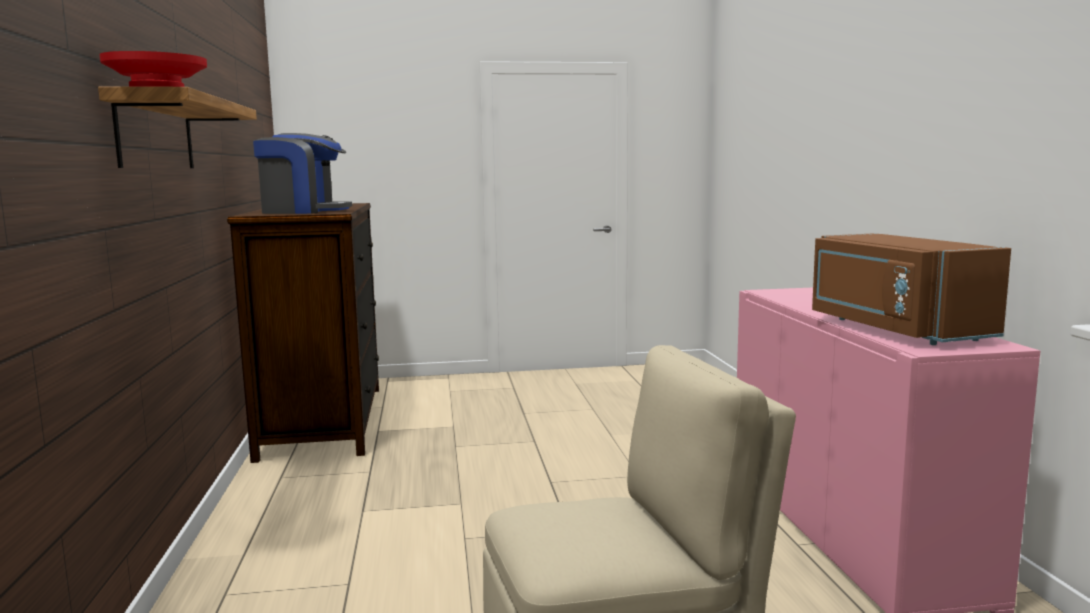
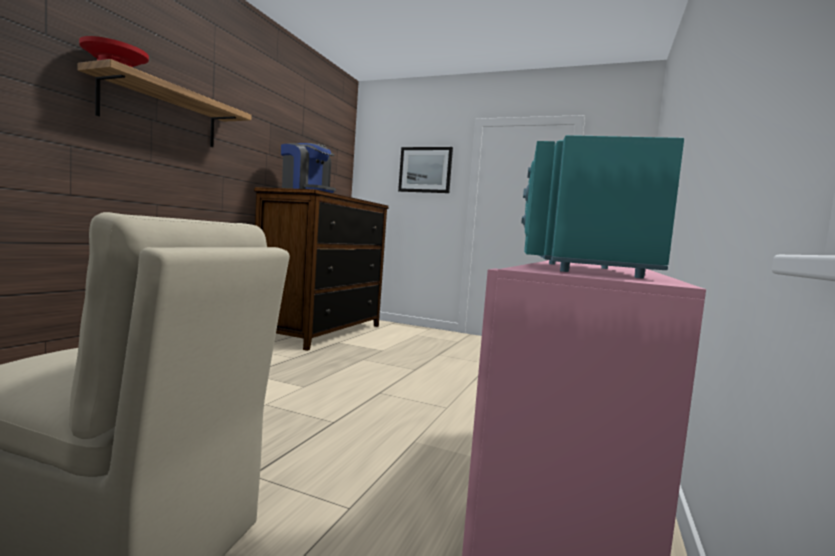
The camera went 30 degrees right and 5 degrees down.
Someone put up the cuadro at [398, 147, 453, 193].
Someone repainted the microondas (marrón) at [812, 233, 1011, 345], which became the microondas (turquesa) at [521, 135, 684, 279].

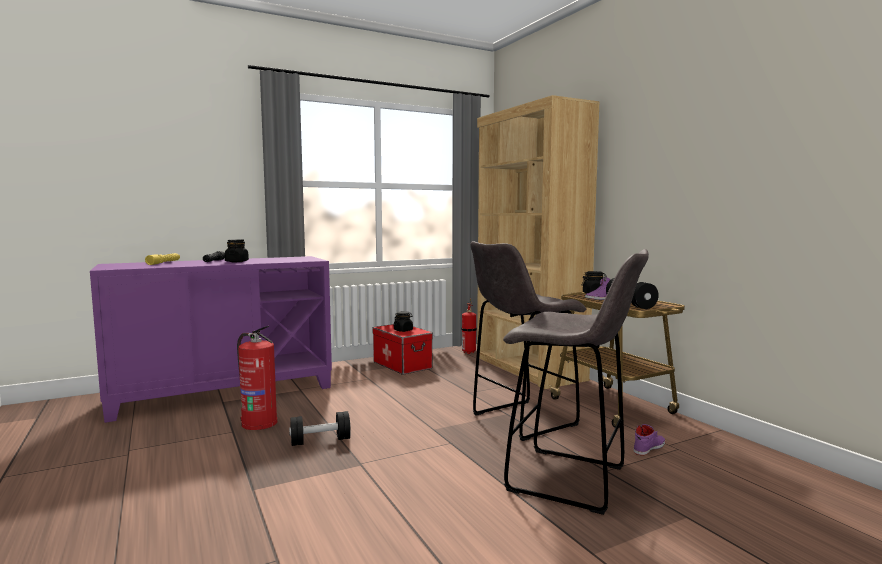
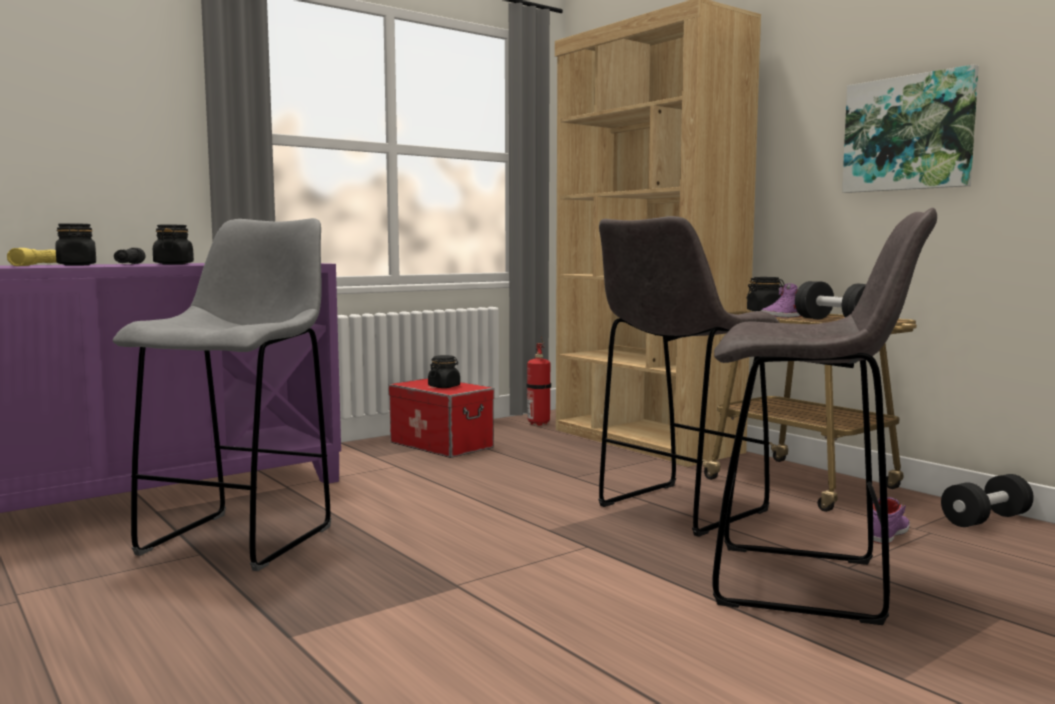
The camera went 10 degrees left and 0 degrees up.
Someone put down the tarro (negro) at [55, 223, 96, 266].
Someone swapped the extintor at [237, 326, 277, 430] for the taburete (gris) at [113, 218, 331, 571].
Someone put up the cuadro at [842, 64, 979, 193].
Someone carried the mancuerna (negro) from [289, 411, 351, 446] to [941, 474, 1034, 527].

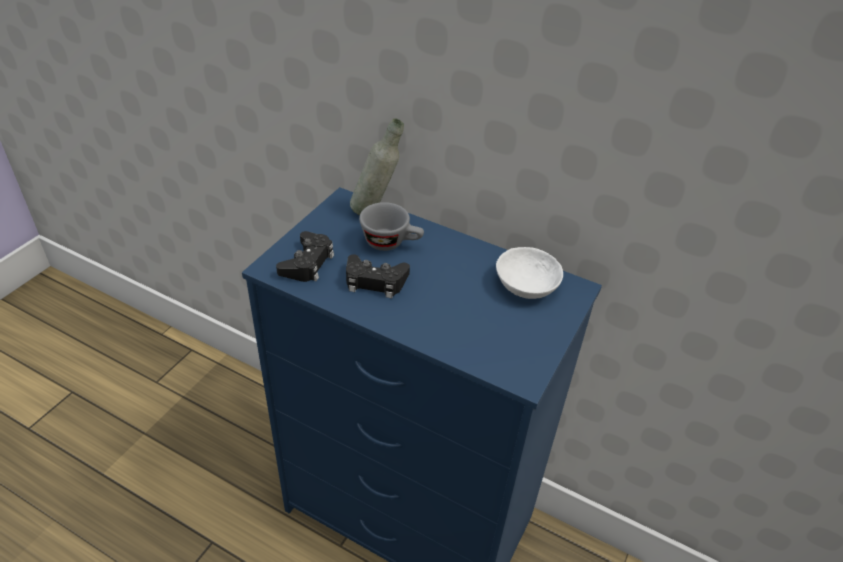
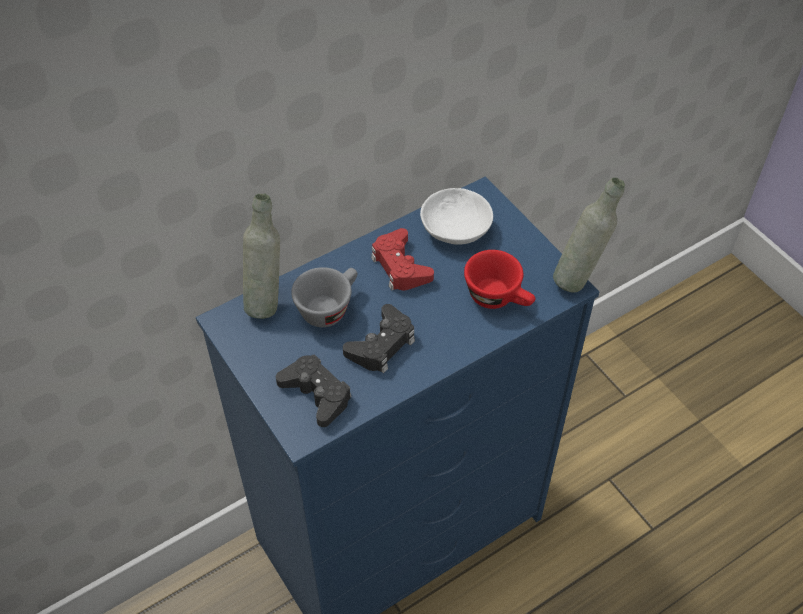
The camera went 60 degrees left and 10 degrees up.
Someone put down the mando de consola (rojo) at [371, 228, 434, 290].
Someone put down the taza (rojo) at [464, 250, 536, 309].
Someone put down the botella (gris) at [553, 177, 625, 293].

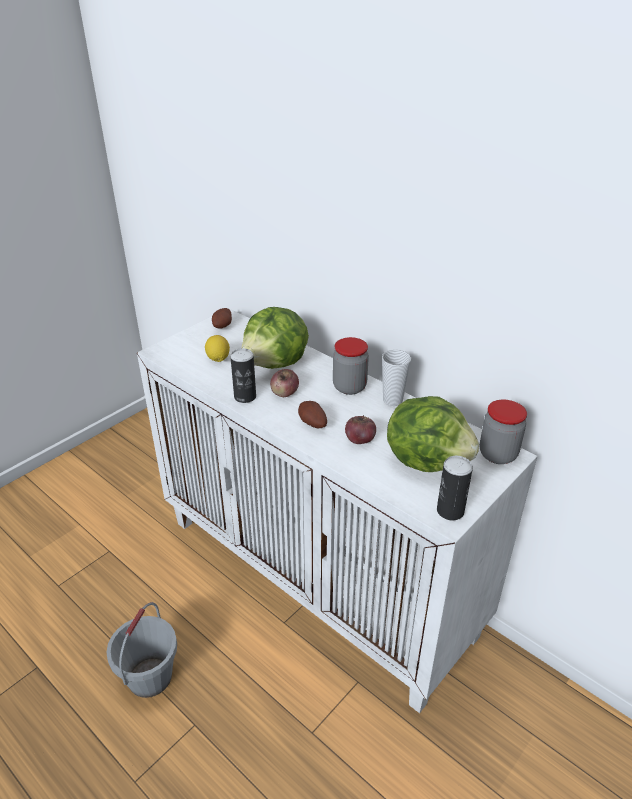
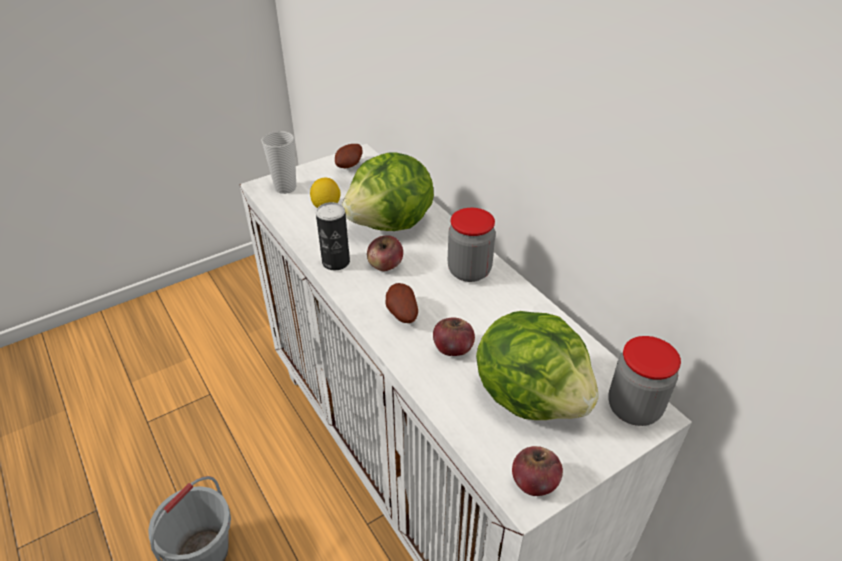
The camera went 15 degrees right and 5 degrees up.
Someone carried the taza from [382, 350, 411, 406] to [262, 131, 296, 194].
Someone swapped the lata at [437, 456, 473, 520] for the manzana at [512, 446, 563, 496].

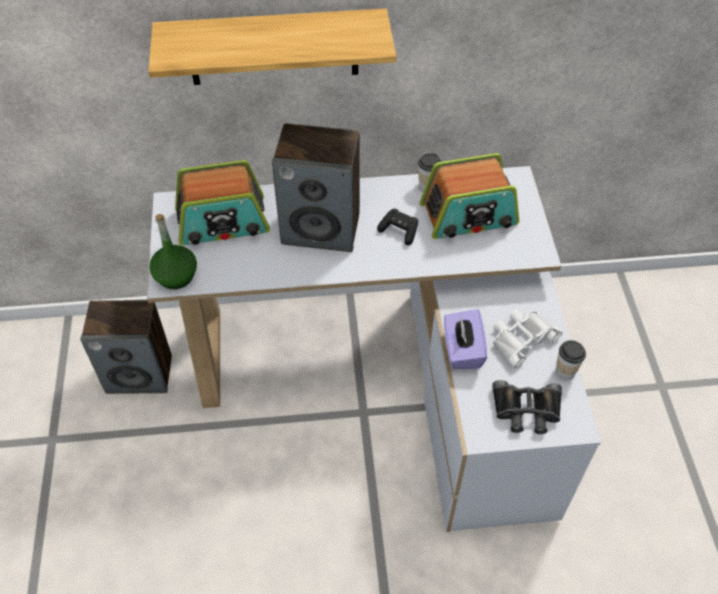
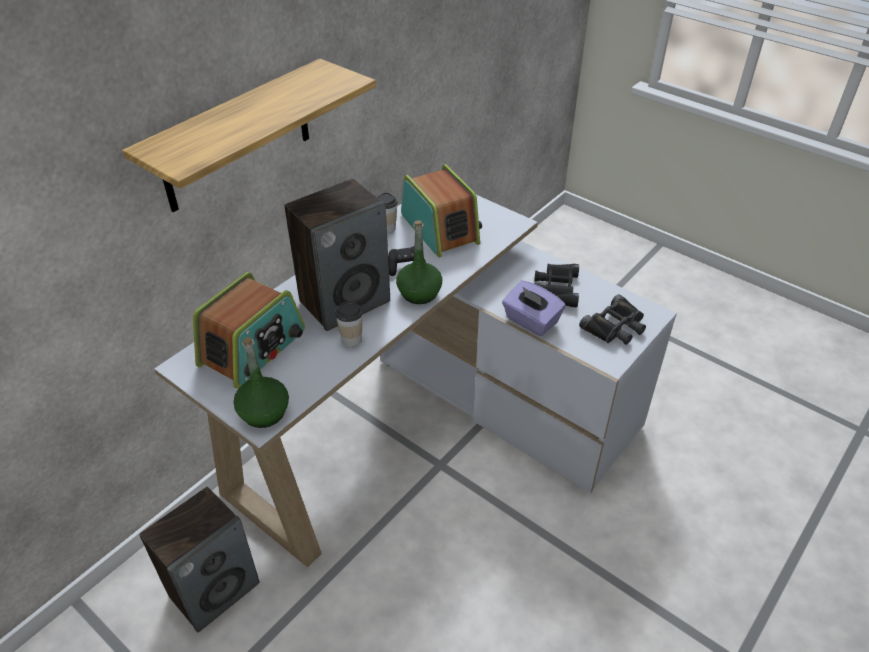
The camera went 45 degrees left and 10 degrees down.
Someone carried the taza from [556, 340, 586, 380] to [335, 302, 363, 347].
Someone put down the botella (verde) at [396, 221, 442, 304].
Someone rotated the radio at [420, 153, 519, 239] by 60 degrees counterclockwise.
Someone repainted the prismáticos (blanco) at [493, 309, 562, 368], which became the prismáticos (negro) at [534, 264, 579, 308].

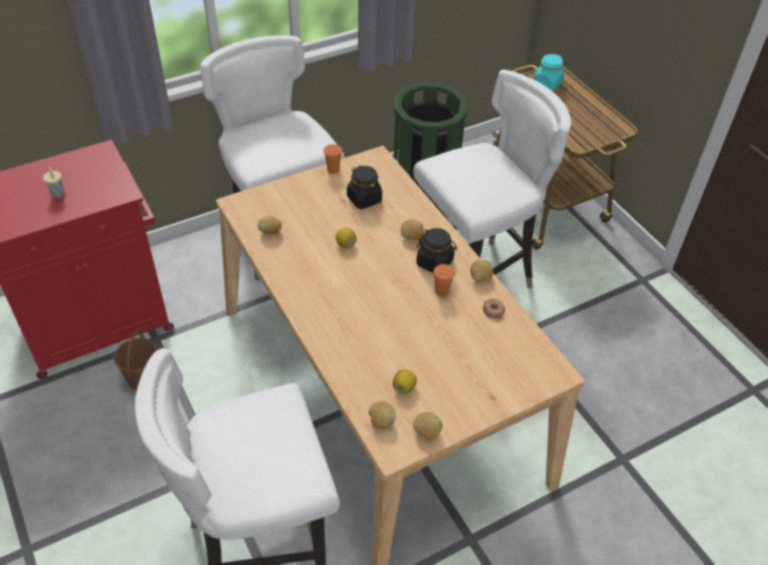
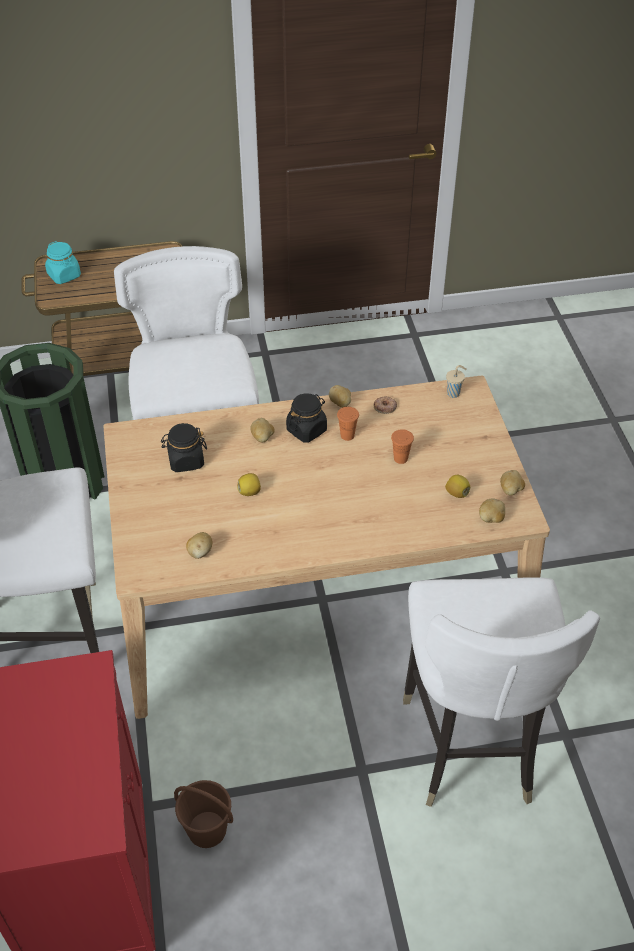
The camera went 70 degrees left and 0 degrees up.
Someone carried the taza (naranja) from [324, 144, 342, 174] to [391, 429, 414, 464].
Someone carried the taza (beis) from [43, 167, 64, 198] to [446, 365, 467, 398].

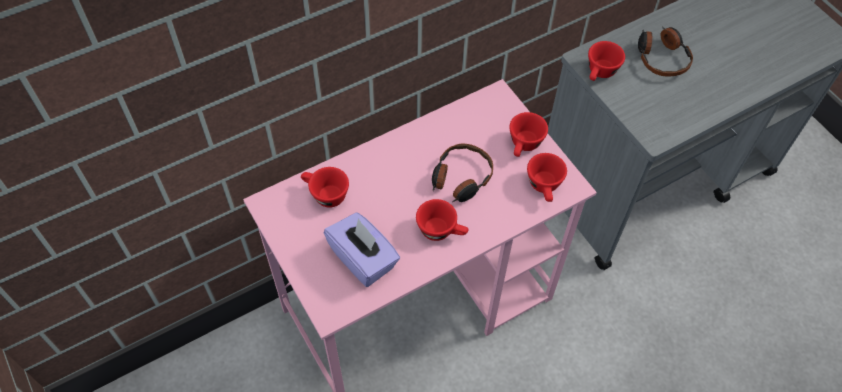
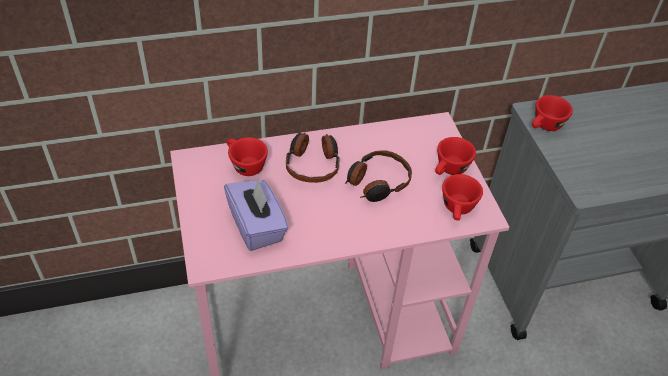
The camera went 15 degrees right and 10 degrees down.
Someone carried the auriculares from [638, 27, 693, 77] to [286, 132, 340, 183].
Someone took away the taza (rojo) at [416, 199, 468, 241].

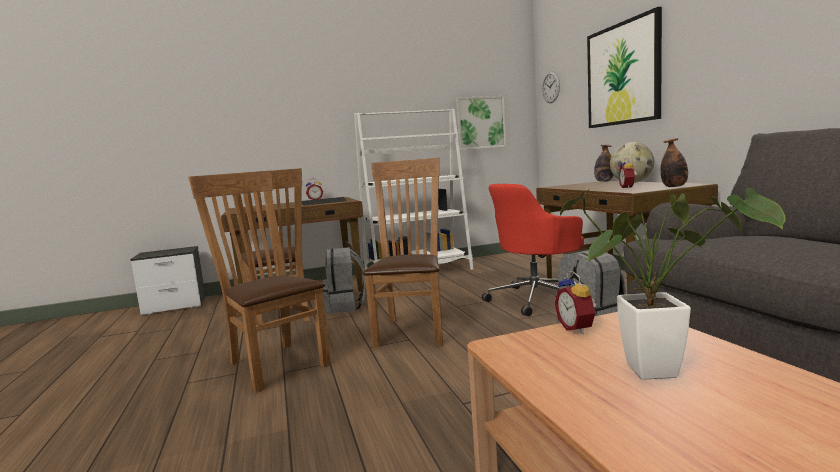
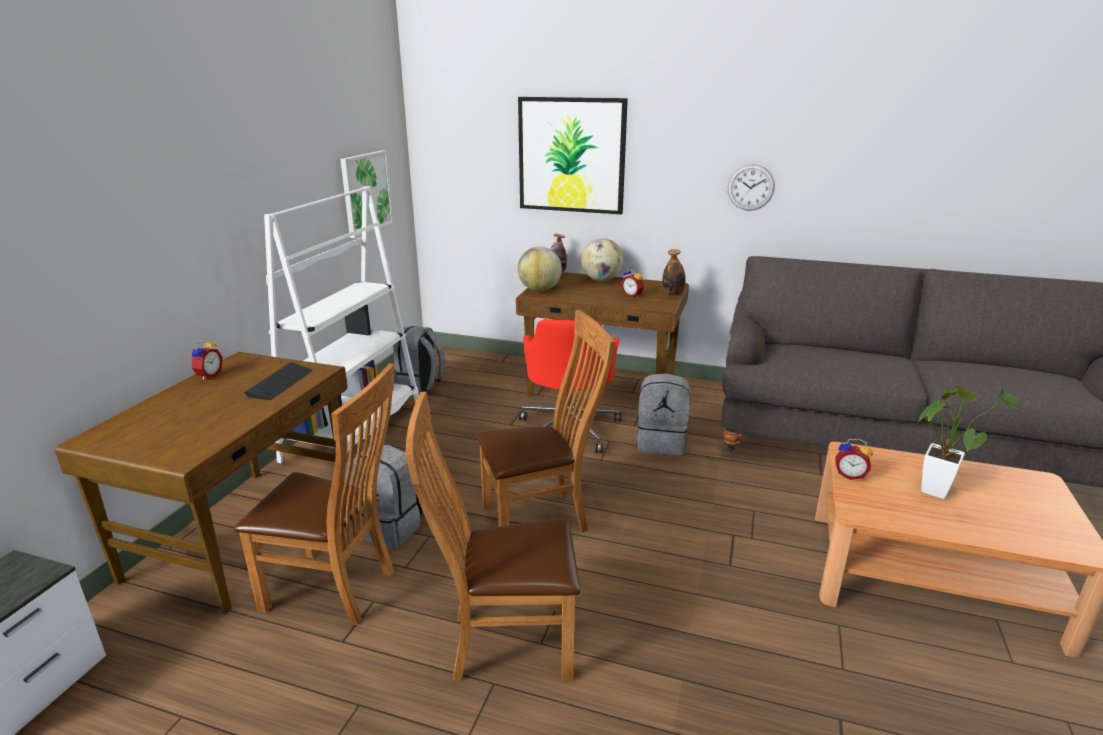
The camera went 55 degrees left and 15 degrees up.
Someone put down the mochila (gris) at [393, 326, 445, 395].
Someone rotated the silla (marrón) at [363, 158, 443, 348] by 120 degrees clockwise.
Someone put down the globo terráqueo at [517, 247, 562, 291].
Someone carried the reloj de pared from [542, 71, 560, 103] to [728, 164, 775, 211].

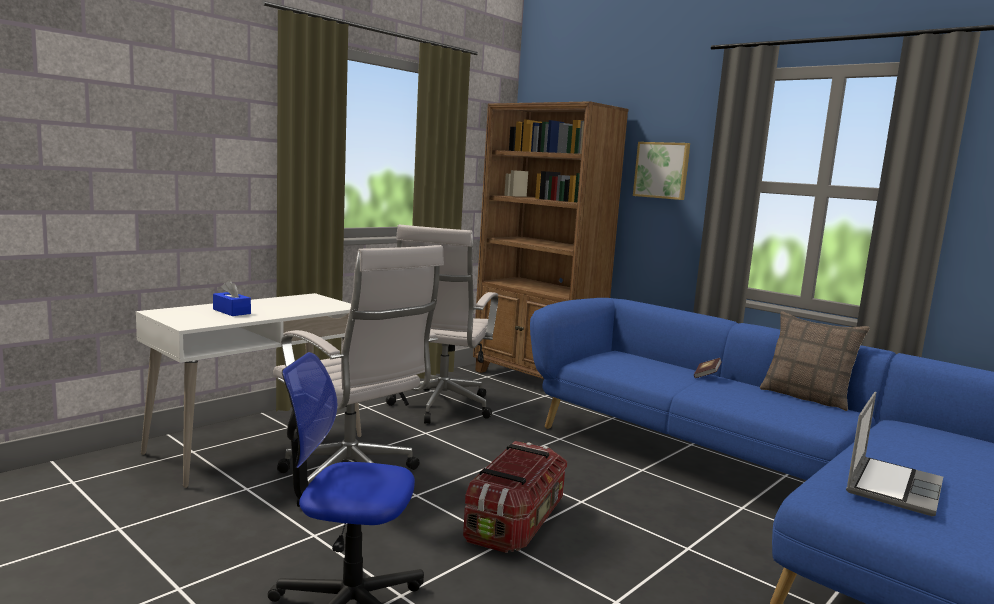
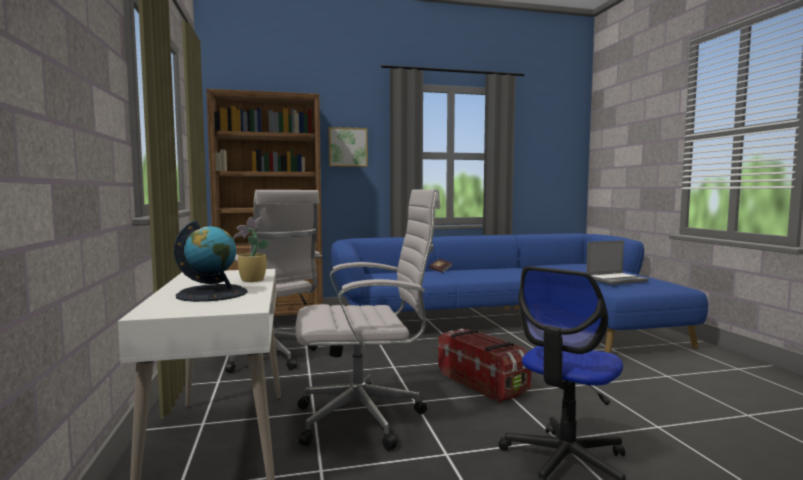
The camera went 55 degrees left and 5 degrees down.
Someone swapped the caja de pañuelos (azul) at [213, 280, 251, 316] for the globo terráqueo at [174, 220, 247, 302].
Someone put down the planta en maceta at [233, 217, 271, 282].
Someone rotated the portátil at [846, 392, 943, 516] by 90 degrees clockwise.
Someone took away the cojín at [760, 311, 870, 411].

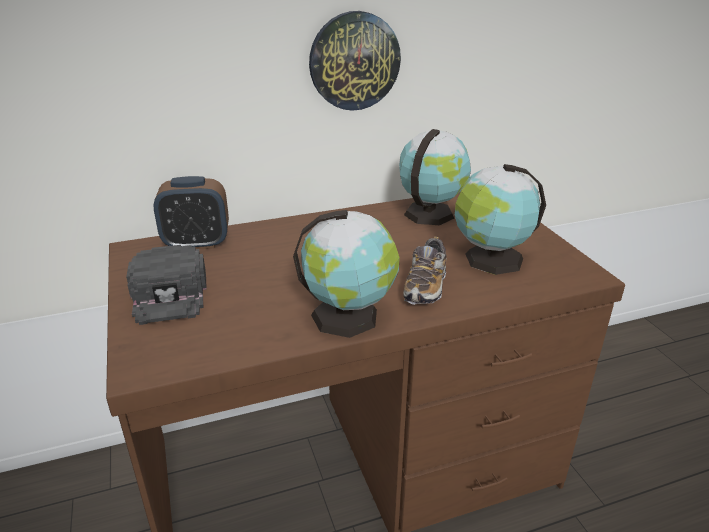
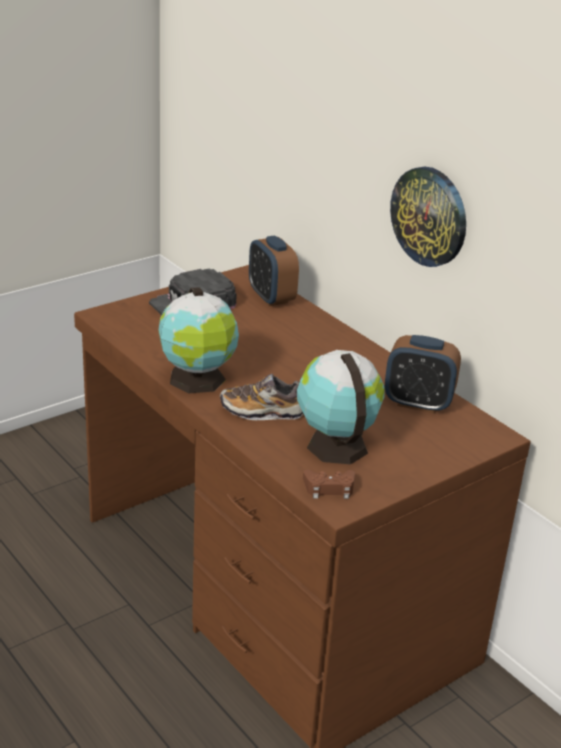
The camera went 70 degrees right and 0 degrees up.
Someone put down the mando de consola (marrón) at [303, 470, 355, 499].
Someone swapped the globo terráqueo at [399, 129, 471, 225] for the despertador at [385, 335, 461, 413].

